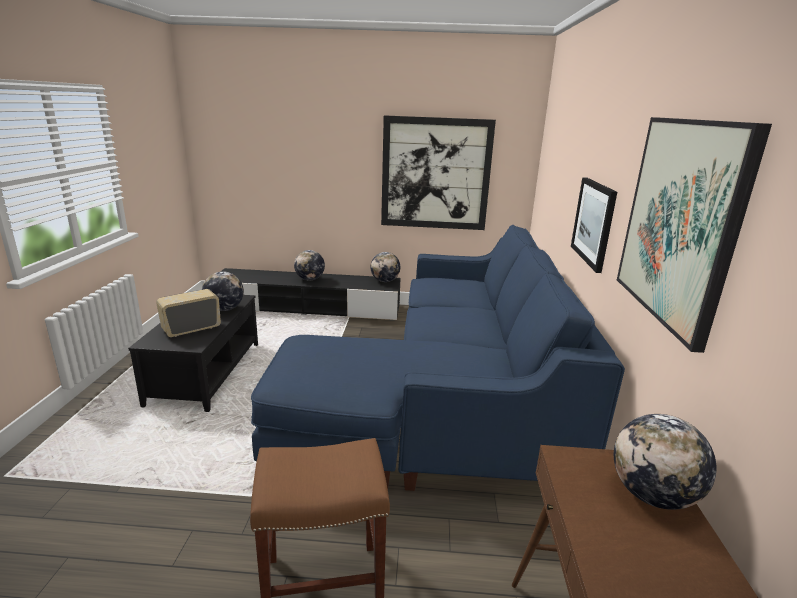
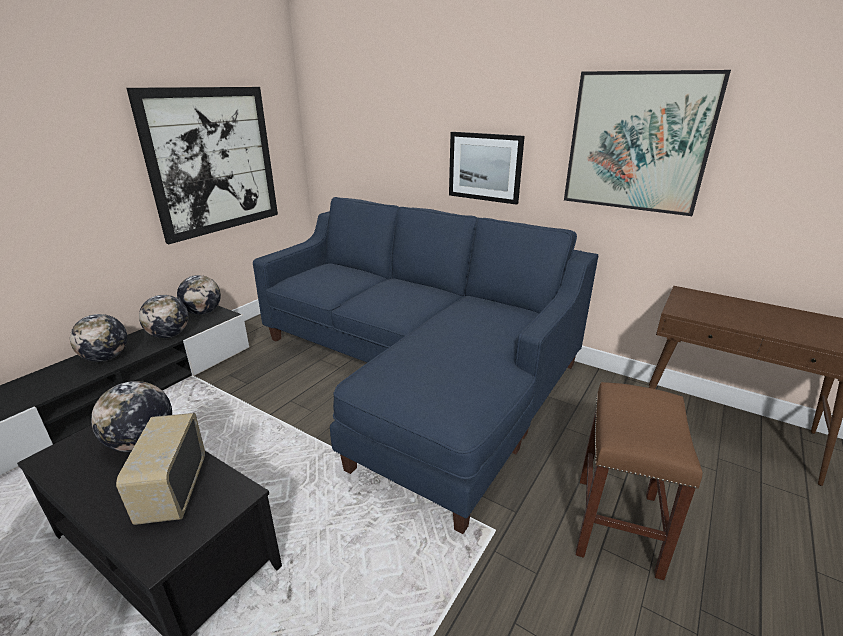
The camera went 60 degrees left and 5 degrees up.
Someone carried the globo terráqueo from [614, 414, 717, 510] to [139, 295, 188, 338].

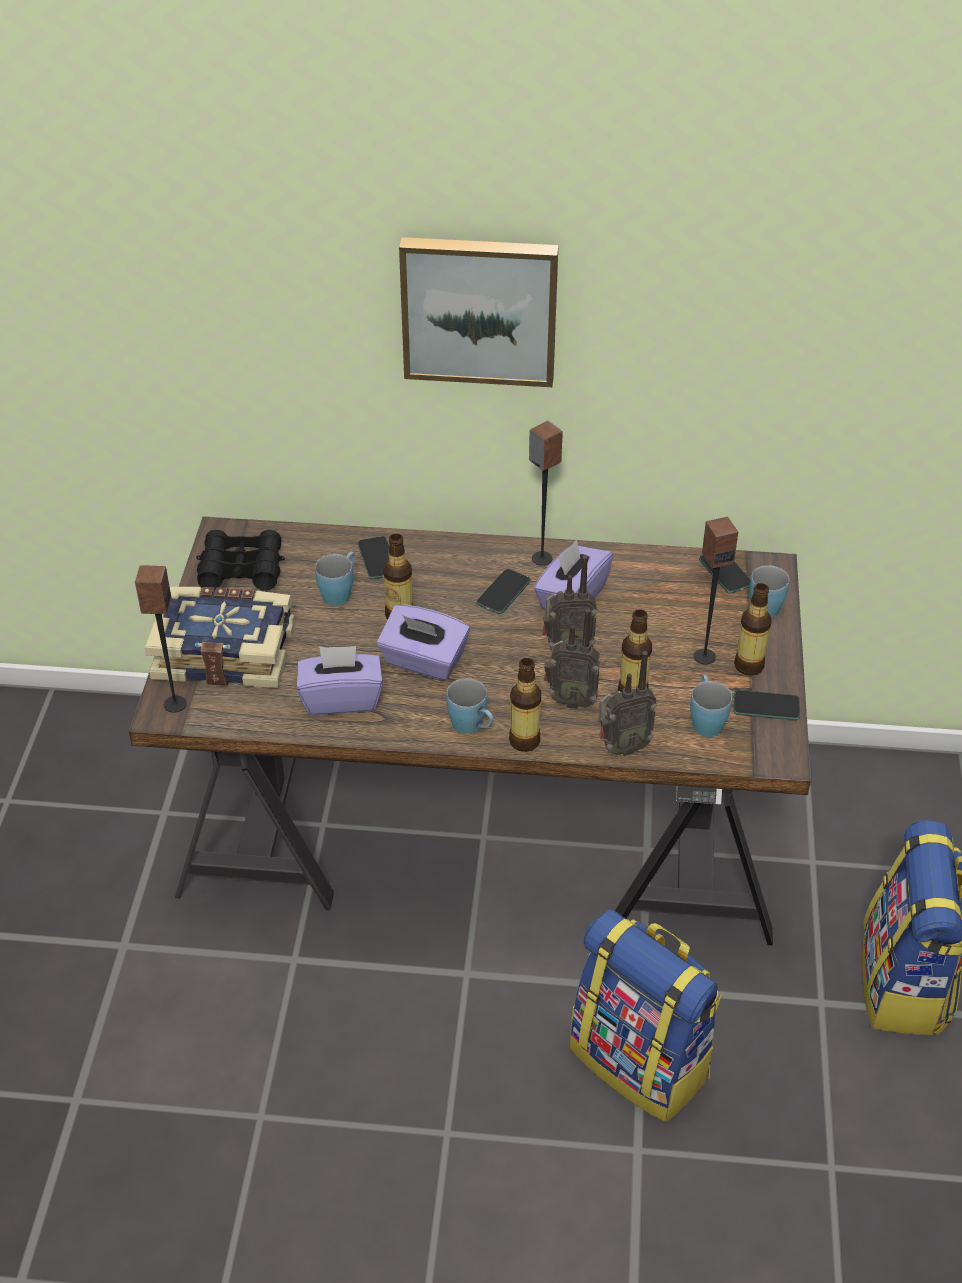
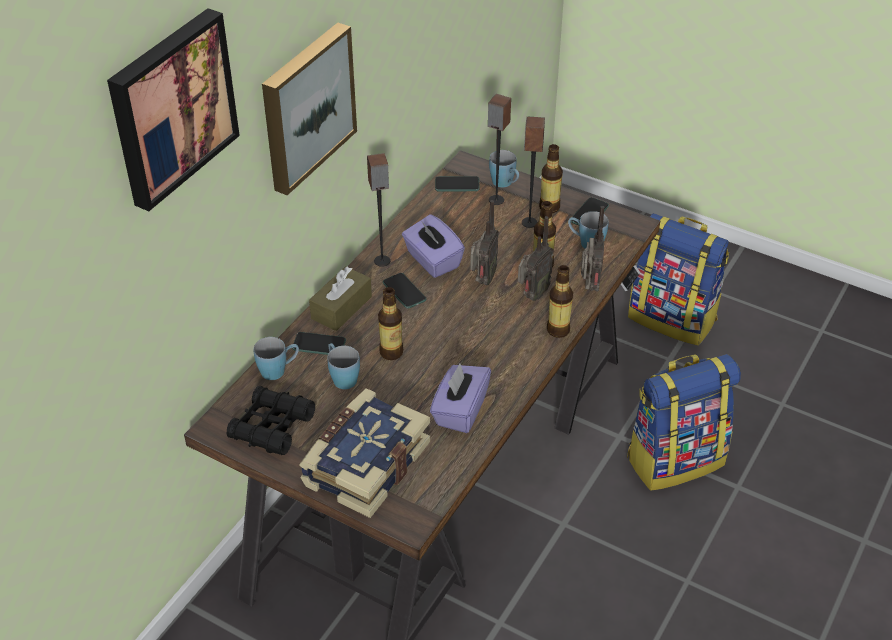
The camera went 65 degrees left and 0 degrees up.
Someone put up the cuadro at [107, 8, 240, 211].
Someone carried the taza grande (azul) from [446, 678, 493, 734] to [253, 337, 299, 380].
Someone put down the caja de pañuelos (marrón) at [309, 266, 372, 331].
Someone carried the altavoz from [135, 565, 187, 713] to [488, 94, 511, 205].
Someone took away the caja de pañuelos (morado) at [377, 605, 470, 681].

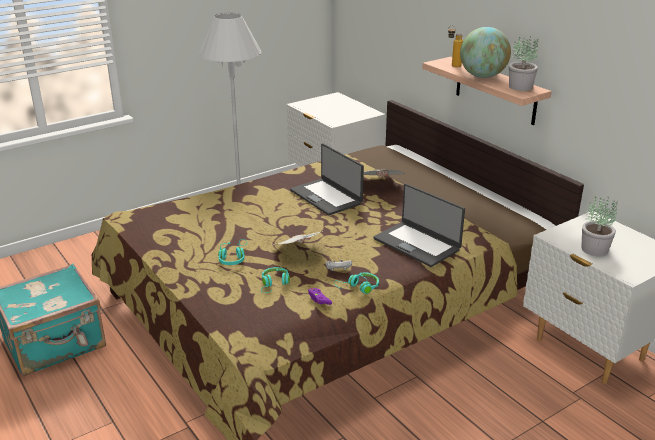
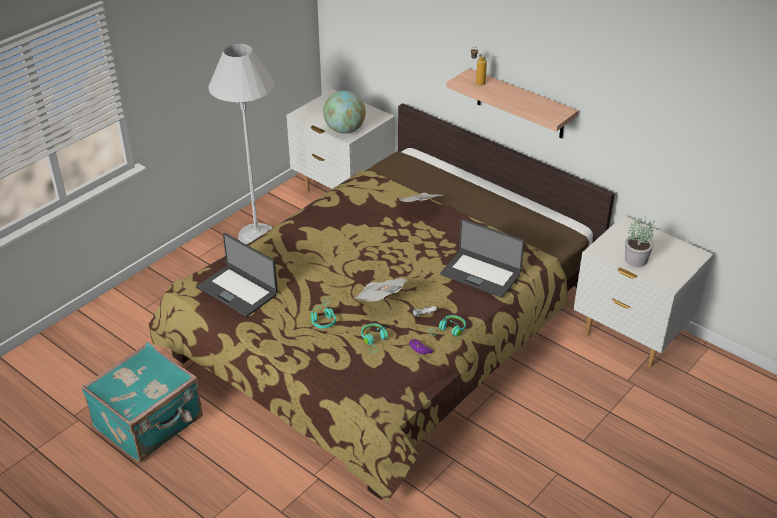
The camera went 15 degrees left and 10 degrees up.
Someone carried the portátil from [290, 143, 364, 215] to [197, 233, 278, 317].
Someone carried the globo terráqueo from [460, 27, 511, 78] to [323, 91, 366, 134].
Someone took away the planta en maceta at [509, 36, 538, 91].

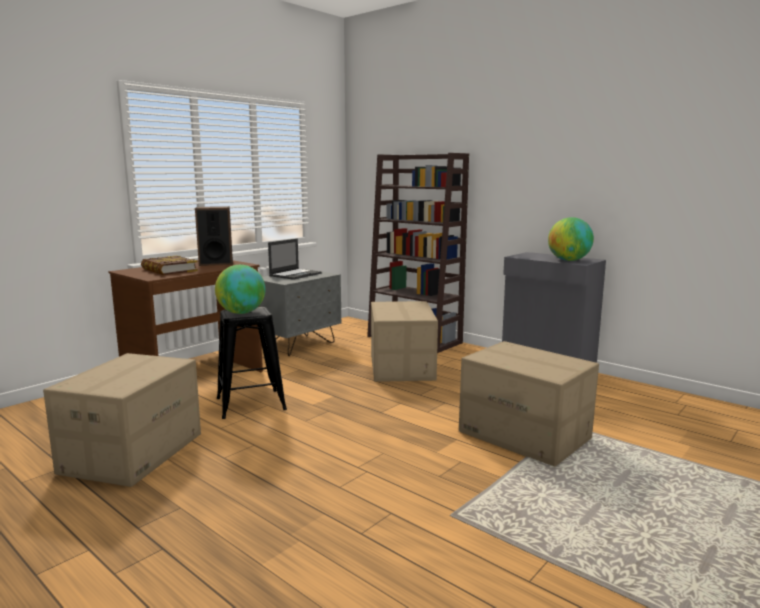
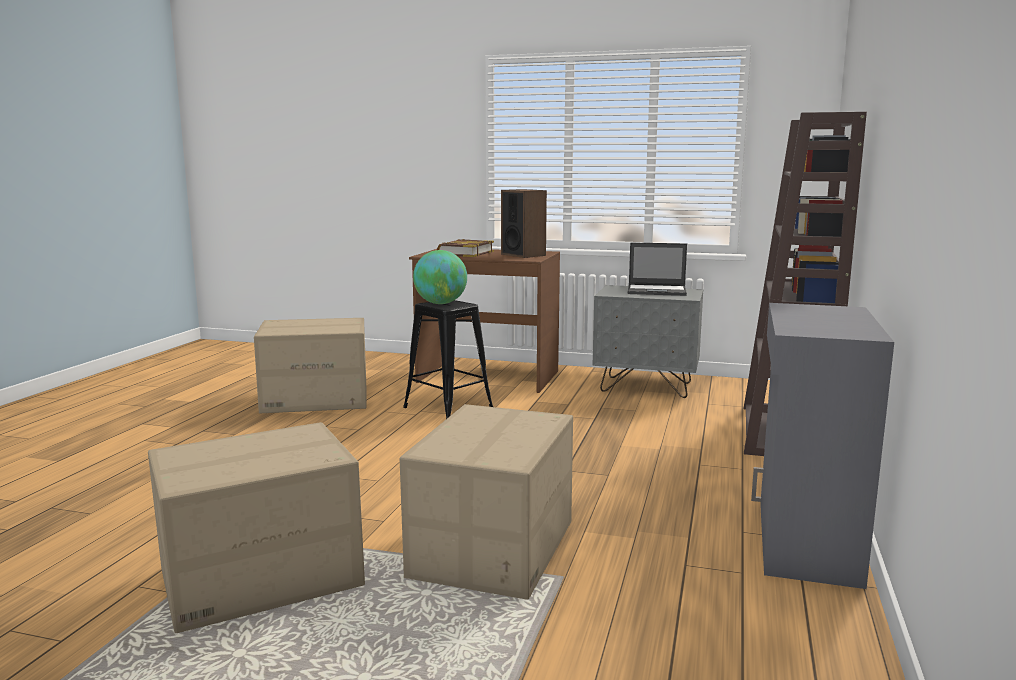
The camera went 65 degrees right and 0 degrees up.
Someone carried the caja de cartón from [371, 301, 438, 382] to [148, 422, 365, 633].
Someone took away the globo terráqueo at [548, 217, 594, 261].

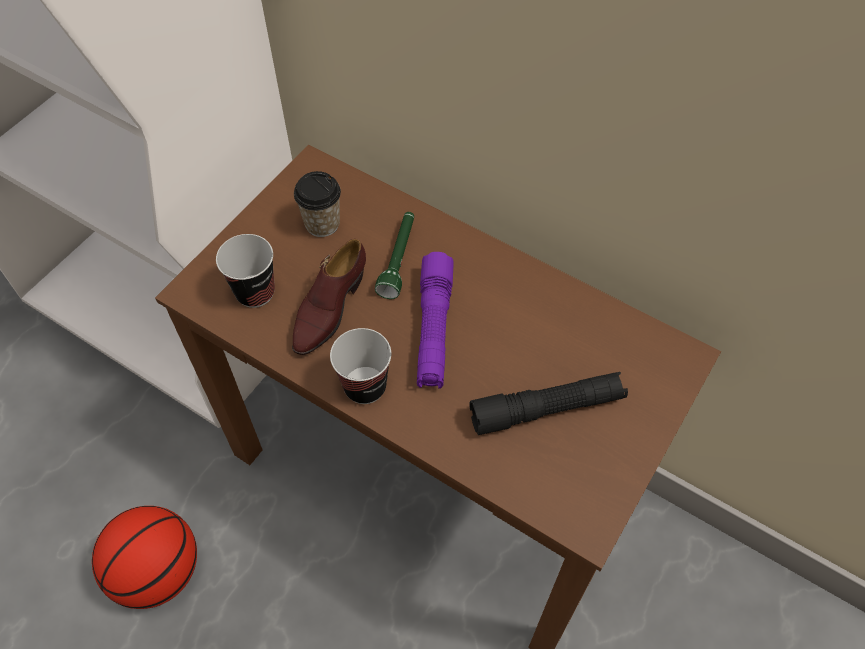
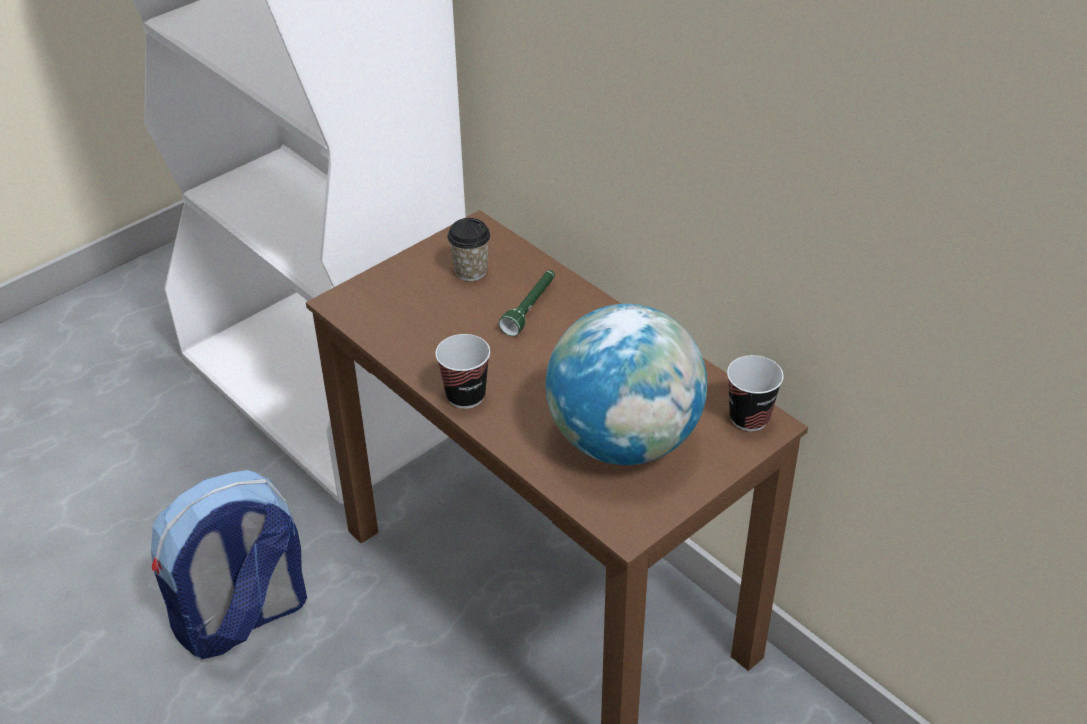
The camera went 15 degrees right and 15 degrees down.
Someone swapped the balón de baloncesto at [92, 506, 197, 609] for the mochila at [151, 470, 307, 659].
Someone swapped the linterna (negro) at [469, 372, 628, 435] for the globo terráqueo at [546, 304, 707, 465].
Someone carried the taza from [216, 234, 275, 308] to [727, 355, 784, 431].
Someone took away the zapato (marrón) at [292, 239, 366, 355].
Someone took away the linterna (morado) at [417, 252, 454, 389].

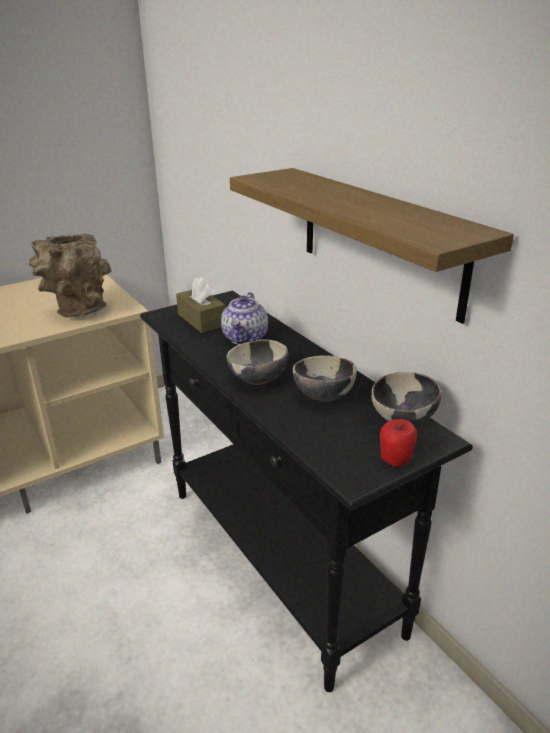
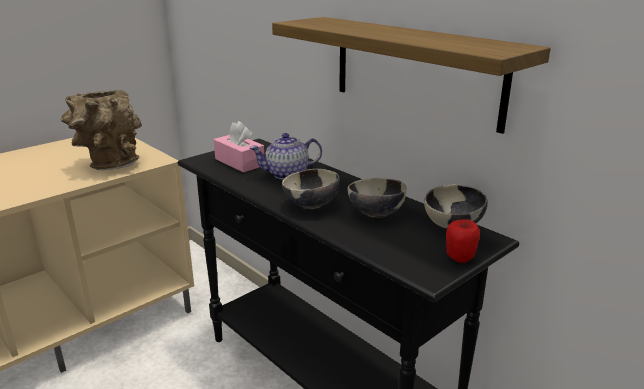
The camera went 10 degrees left and 5 degrees down.
Someone repainted the caja de pañuelos (marrón) at [176, 277, 226, 333], which became the caja de pañuelos (rosa) at [214, 121, 264, 173].
Someone rotated the tetera at [221, 292, 268, 345] by 75 degrees clockwise.

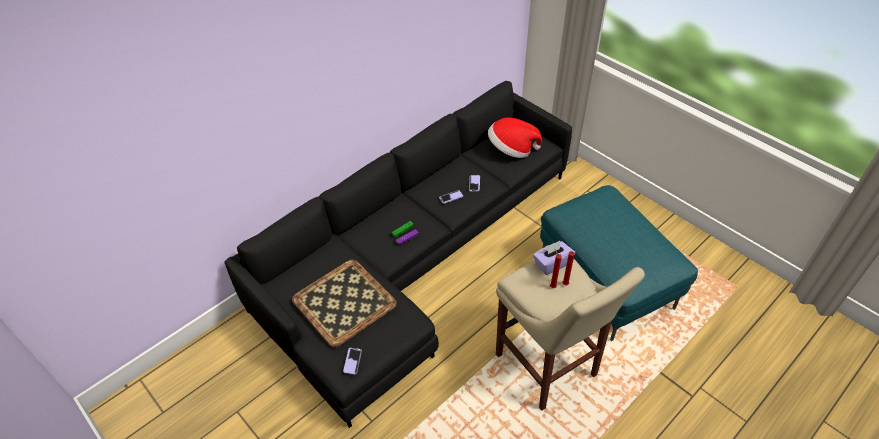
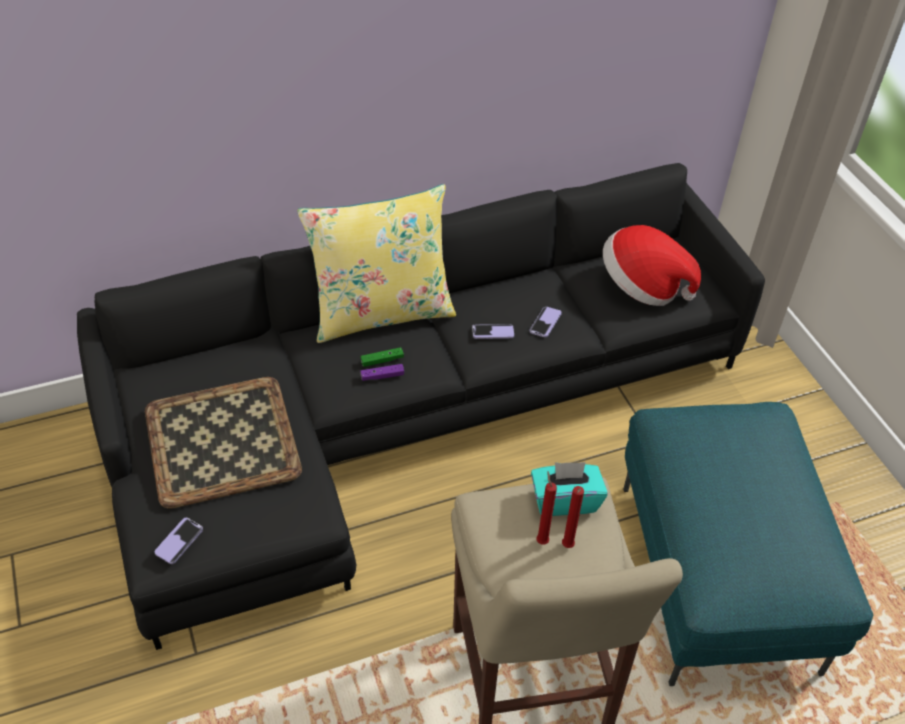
The camera went 20 degrees right and 0 degrees up.
Someone put down the cojín (amarillo) at [297, 184, 456, 343].
Someone repainted the caja de pañuelos (morado) at [533, 241, 575, 275], which became the caja de pañuelos (turquesa) at [531, 462, 608, 516].

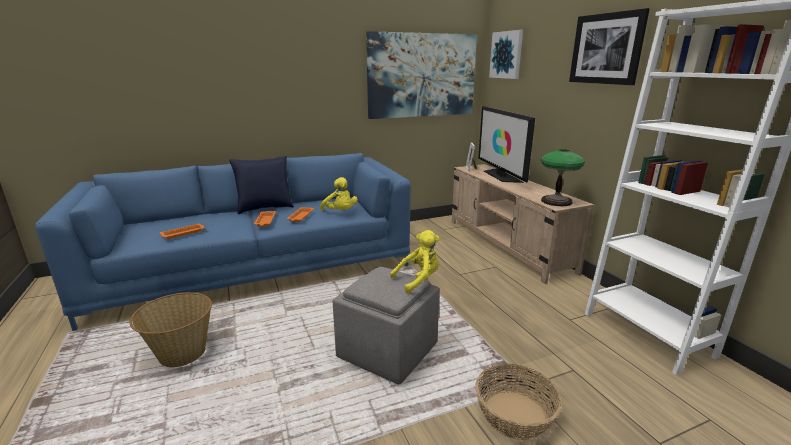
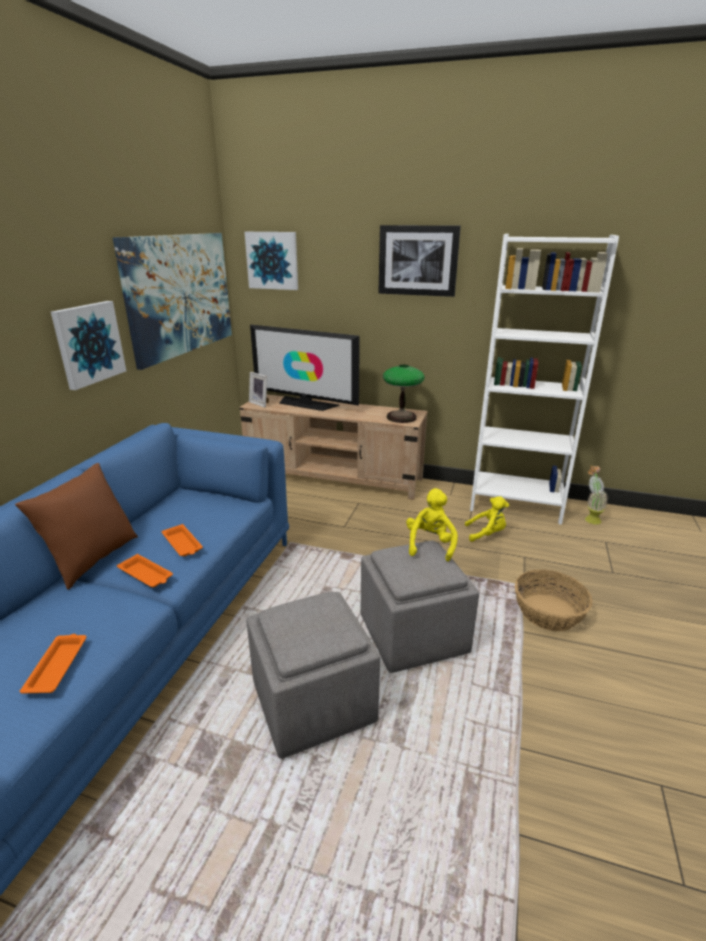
The camera went 50 degrees left and 5 degrees up.
Someone repainted the cojín (azul) at [229, 156, 294, 214], which became the cojín (marrón) at [15, 463, 138, 590].
Someone put up the cuadro at [51, 301, 126, 390].
Someone put down the puf (gris) at [246, 592, 380, 759].
Someone carried the peluche (amarillo) from [320, 177, 358, 211] to [465, 497, 509, 542].
Someone put down the planta en maceta at [585, 466, 608, 524].
Someone took away the cesta at [129, 292, 212, 367].

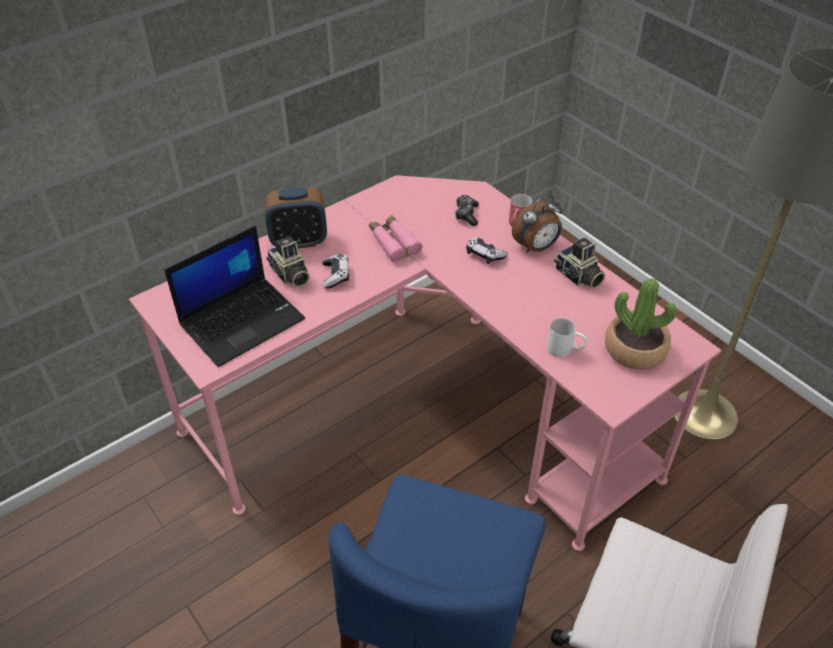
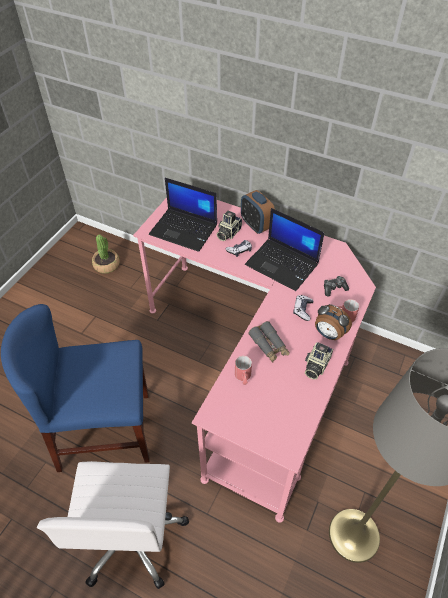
The camera went 65 degrees right and 5 degrees up.
Someone carried the planta en maceta from [605, 278, 677, 370] to [92, 234, 120, 274].
Someone repainted the taza grande (blanco) at [547, 318, 587, 357], which became the taza grande (rojo) at [235, 356, 252, 385].
Someone swapped the prismáticos (rosa) at [369, 215, 422, 262] for the portátil at [245, 208, 325, 291].
Someone put down the prismáticos (gris) at [248, 321, 290, 363].

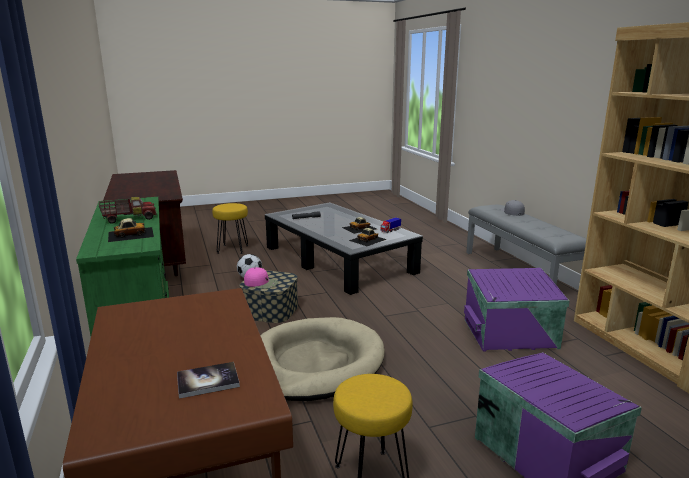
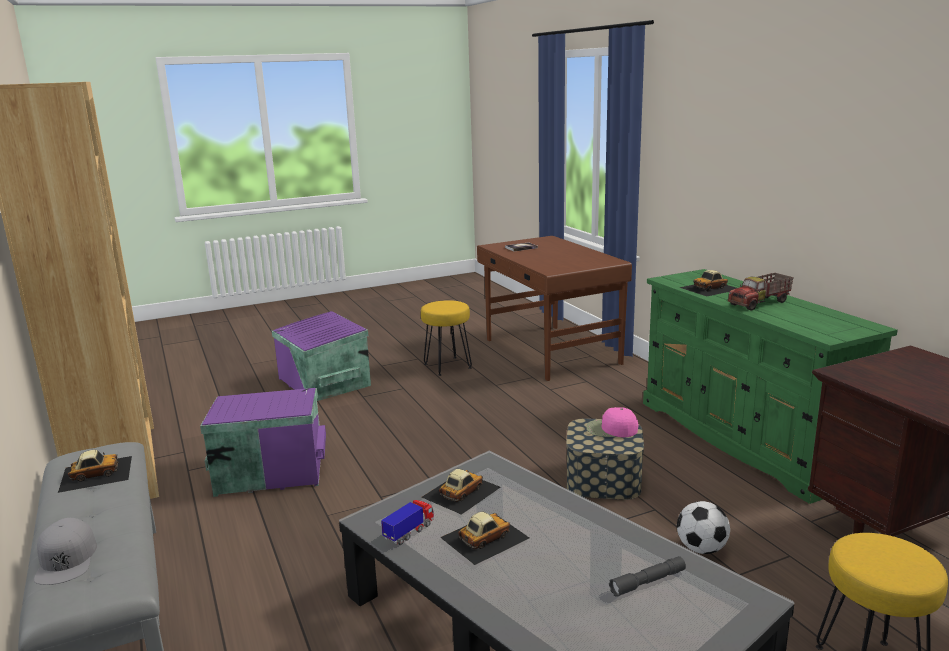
The camera went 175 degrees right and 0 degrees up.
Someone put down the coche de juguete at [58, 450, 132, 493].
Someone took away the cama para perro (beis) at [260, 317, 385, 401].

